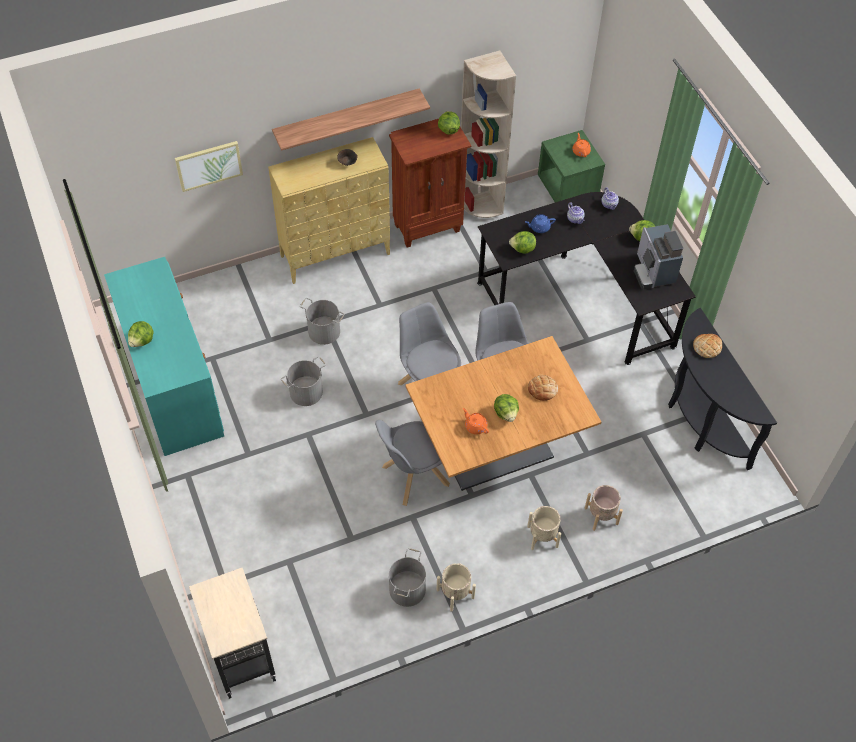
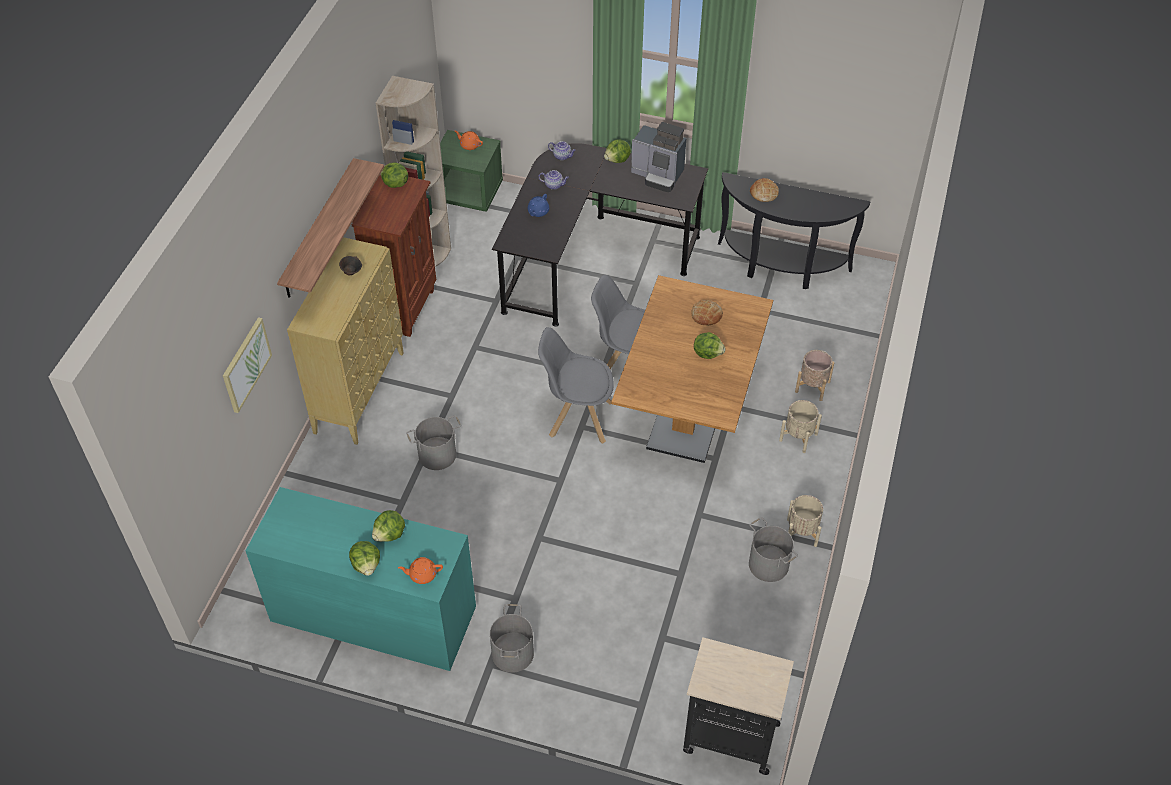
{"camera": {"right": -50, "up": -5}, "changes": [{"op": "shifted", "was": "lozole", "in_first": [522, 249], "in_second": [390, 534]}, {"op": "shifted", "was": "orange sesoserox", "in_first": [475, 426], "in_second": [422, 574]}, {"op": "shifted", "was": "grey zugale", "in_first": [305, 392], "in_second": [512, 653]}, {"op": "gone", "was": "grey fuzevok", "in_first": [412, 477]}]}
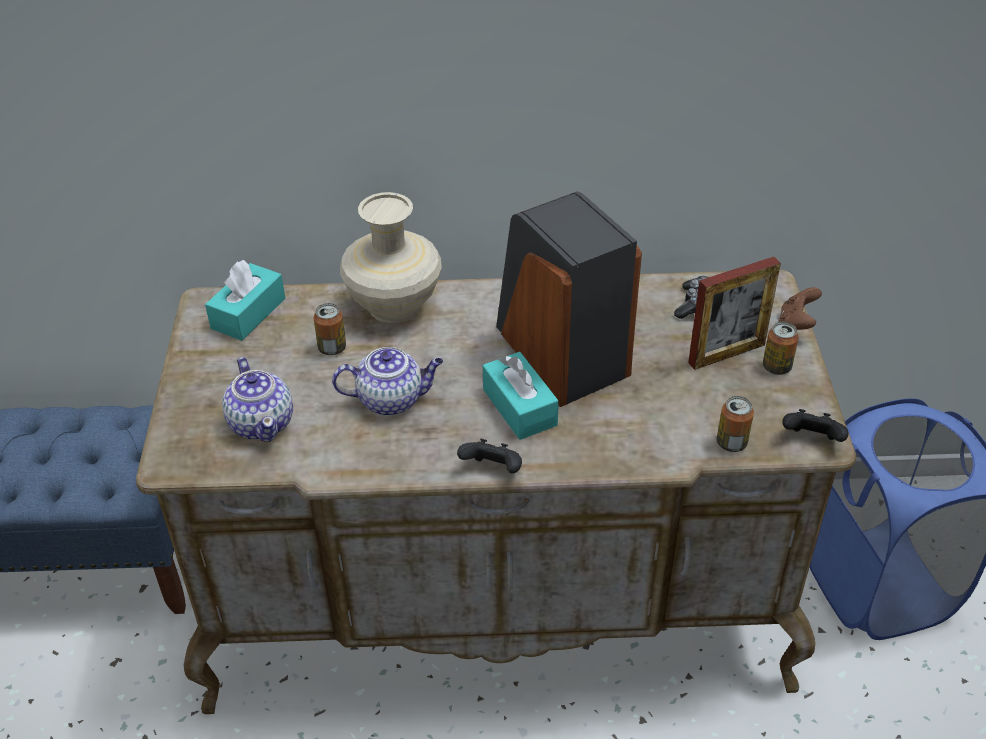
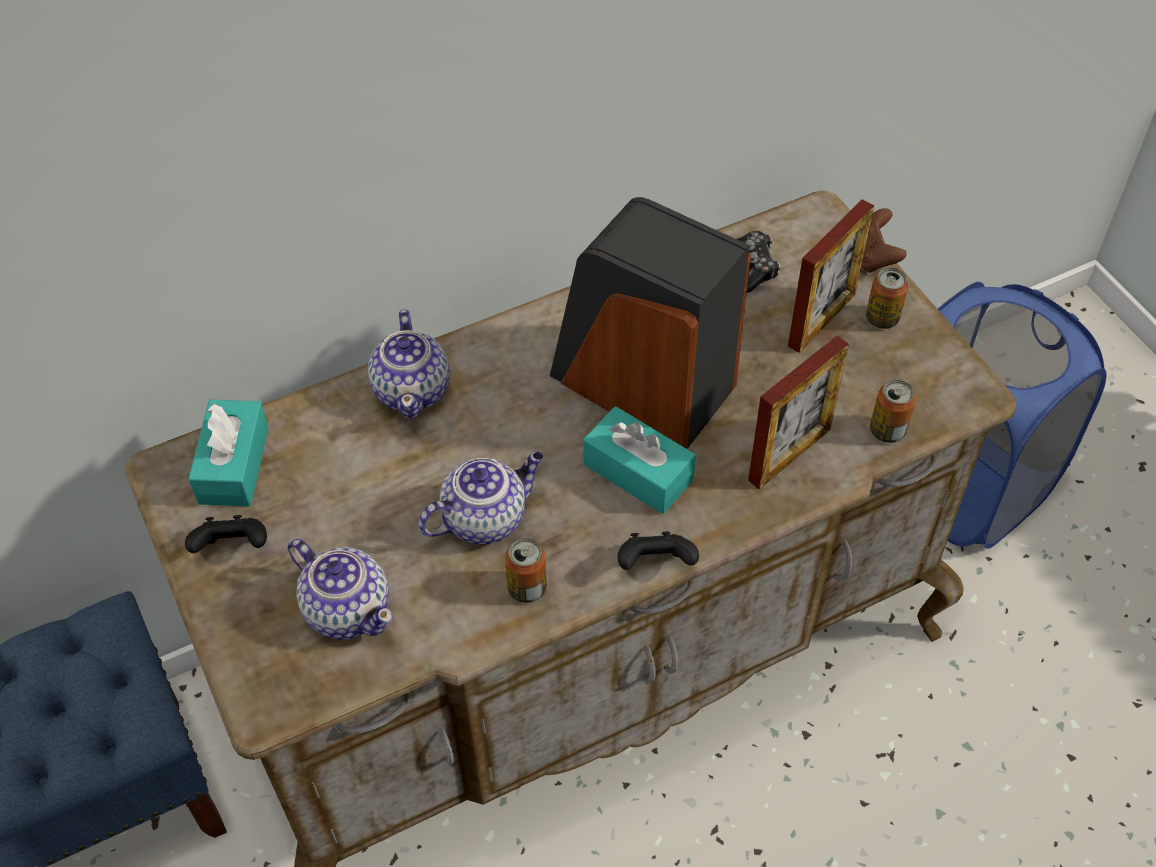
{"camera": {"right": -25, "up": 10}, "changes": [{"op": "shifted", "was": "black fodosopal", "in_first": [811, 440], "in_second": [233, 547]}, {"op": "swapped", "was": "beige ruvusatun", "now": "sesoserox", "in_first": [395, 306], "in_second": [413, 389]}, {"op": "shifted", "was": "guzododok", "in_first": [332, 348], "in_second": [527, 588]}, {"op": "new", "now": "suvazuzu", "in_second": [789, 454]}]}
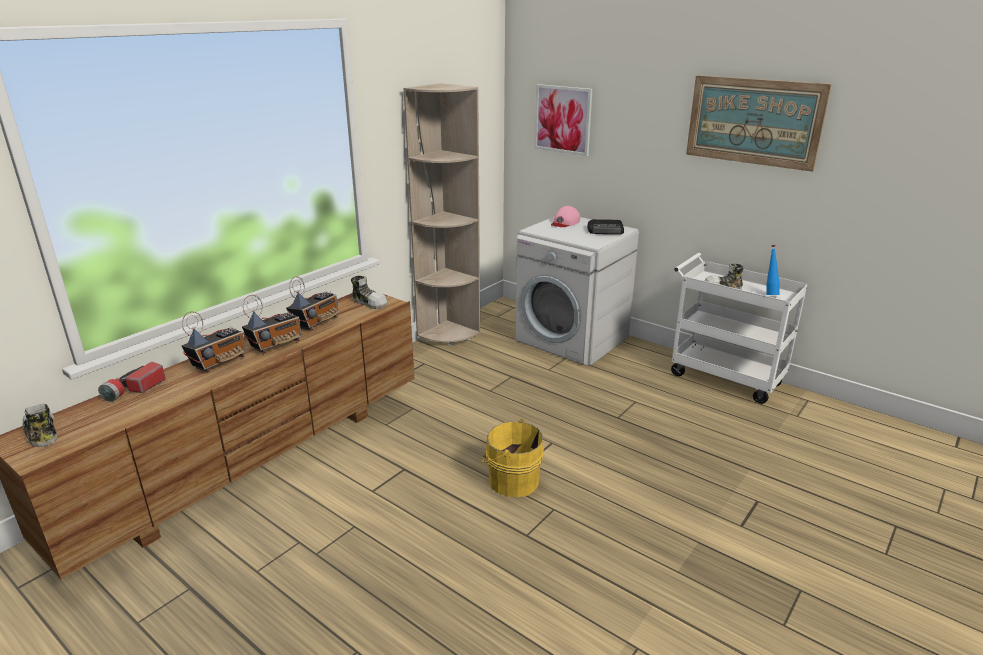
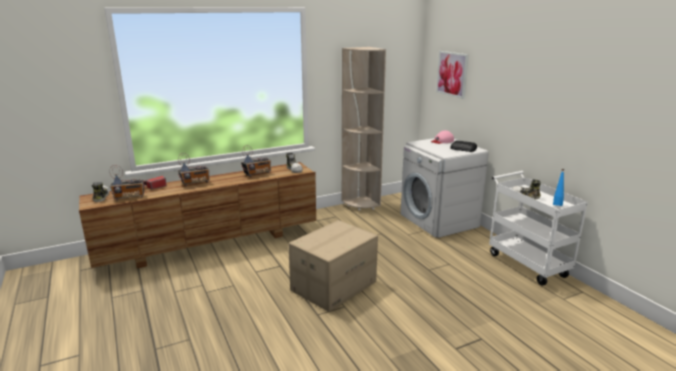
{"camera": {"right": 25, "up": -5}, "changes": [{"op": "shifted", "was": "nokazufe", "in_first": [276, 345], "in_second": [130, 198]}, {"op": "swapped", "was": "yellow zugale", "now": "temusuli", "in_first": [511, 480], "in_second": [333, 286]}, {"op": "gone", "was": "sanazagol", "in_first": [753, 121]}]}
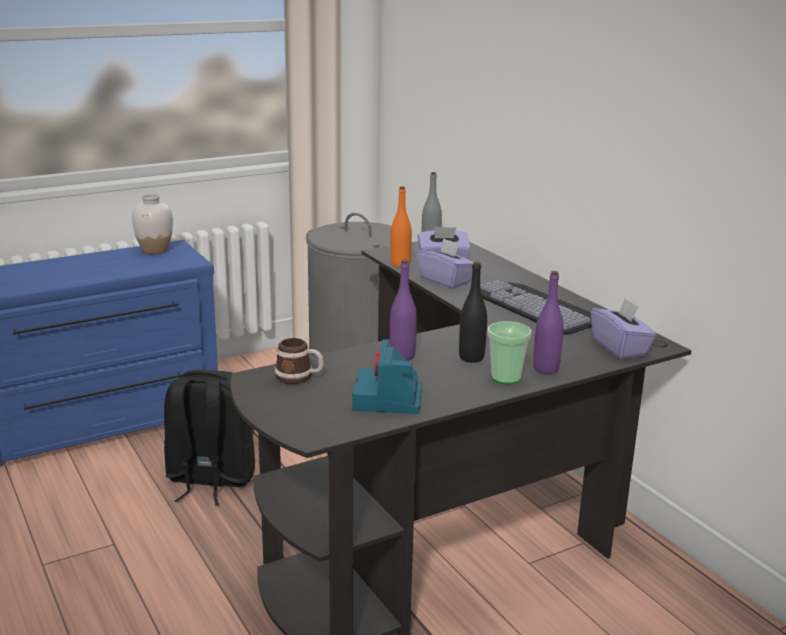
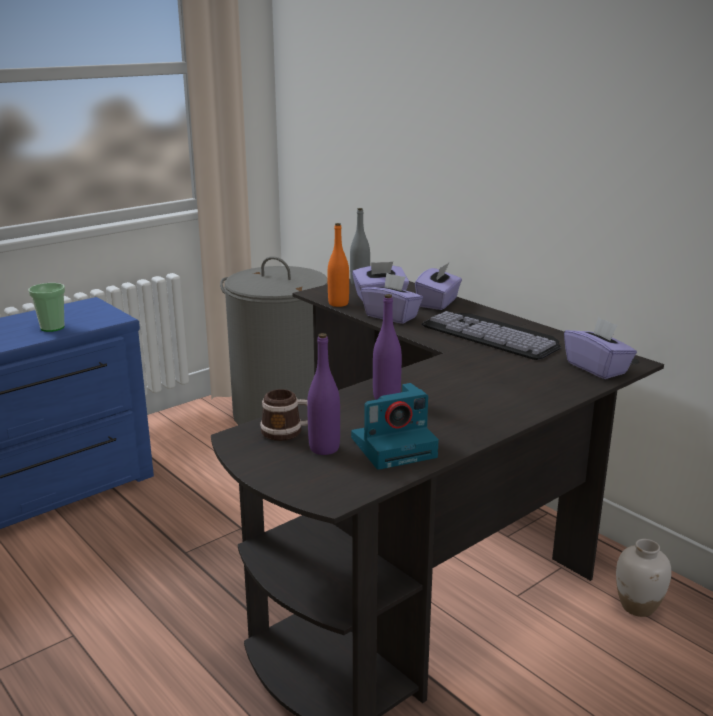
{"camera": {"right": -10, "up": 0}, "changes": [{"op": "shifted", "was": "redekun", "in_first": [506, 378], "in_second": [52, 327]}, {"op": "shifted", "was": "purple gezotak", "in_first": [546, 369], "in_second": [324, 448]}, {"op": "rotated", "was": "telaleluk", "in_first": [388, 399], "in_second": [395, 446], "clockwise": -105}, {"op": "new", "now": "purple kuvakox", "in_second": [438, 303]}, {"op": "shifted", "was": "white ruvusatun", "in_first": [155, 250], "in_second": [638, 606]}, {"op": "gone", "was": "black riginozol", "in_first": [210, 479]}, {"op": "gone", "was": "black gezotak", "in_first": [471, 357]}]}
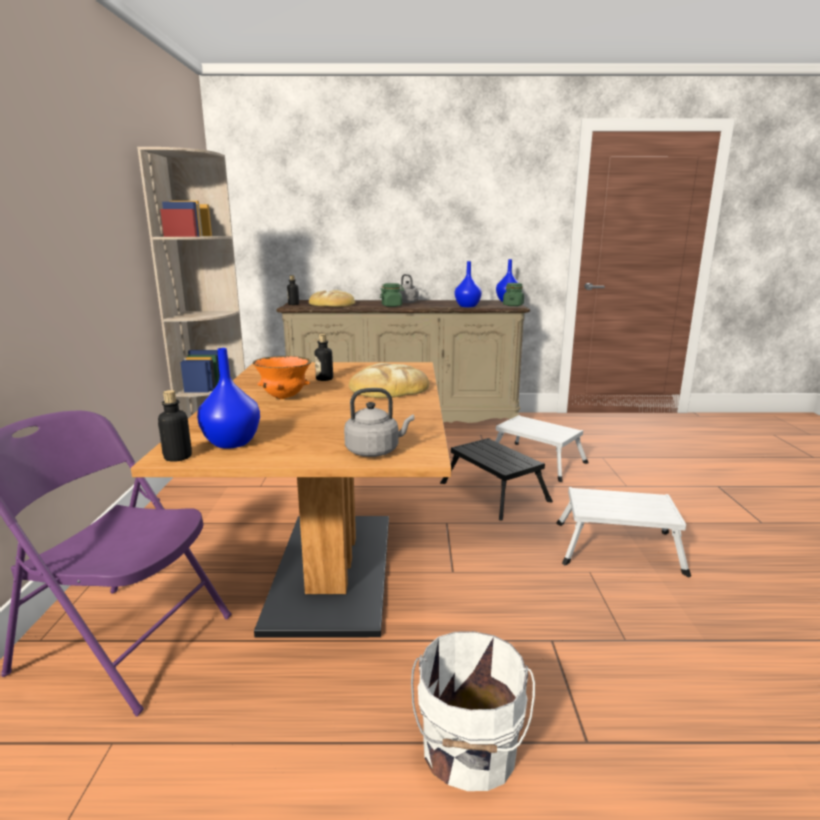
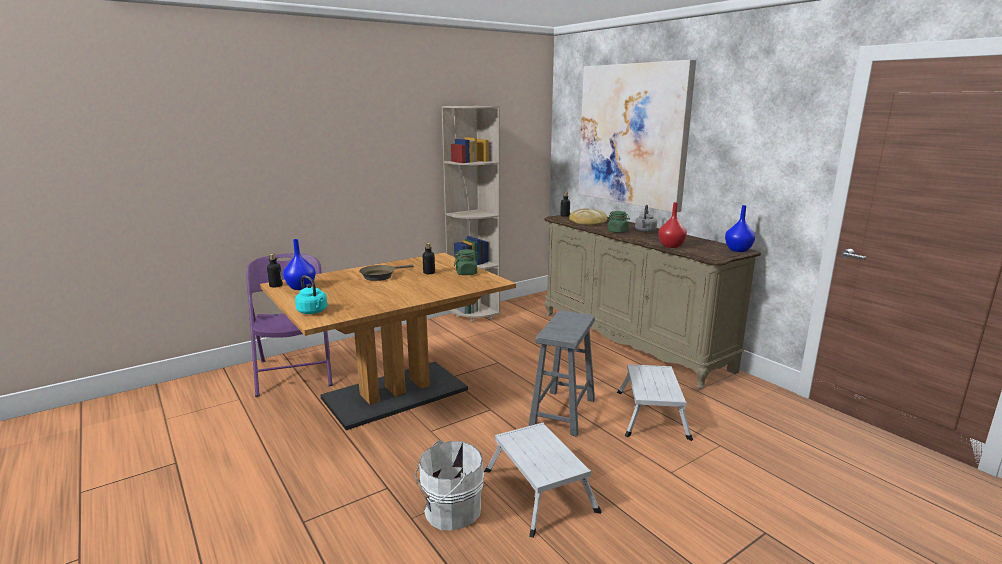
{"camera": {"right": 55, "up": 0}, "changes": [{"op": "repainted", "was": "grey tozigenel", "now": "turquoise tozigenel", "in_first": [375, 451], "in_second": [313, 312]}, {"op": "swapped", "was": "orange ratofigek", "now": "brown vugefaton", "in_first": [284, 398], "in_second": [380, 276]}, {"op": "shifted", "was": "white zugale", "in_first": [468, 751], "in_second": [449, 510]}, {"op": "shifted", "was": "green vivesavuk", "in_first": [513, 305], "in_second": [466, 273]}, {"op": "swapped", "was": "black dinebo", "now": "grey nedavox", "in_first": [493, 491], "in_second": [562, 412]}, {"op": "new", "now": "sanazagol", "in_second": [633, 135]}, {"op": "repainted", "was": "blue ruvusatun", "now": "red ruvusatun", "in_first": [467, 306], "in_second": [671, 246]}, {"op": "gone", "was": "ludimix", "in_first": [388, 388]}]}
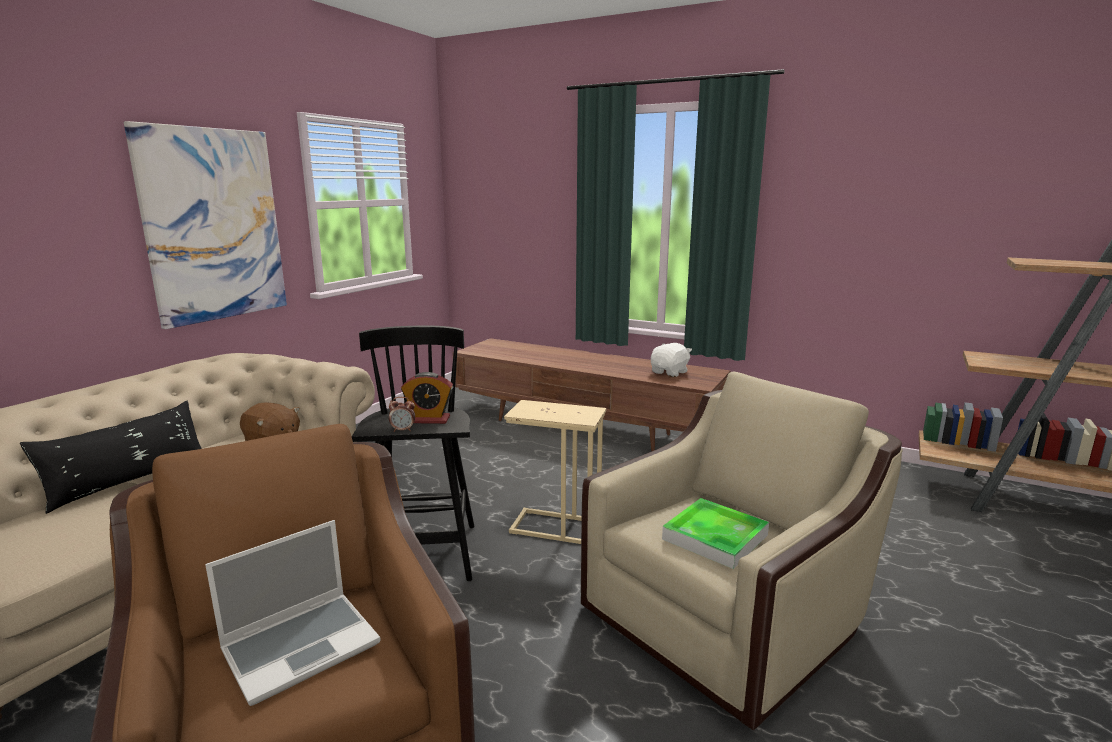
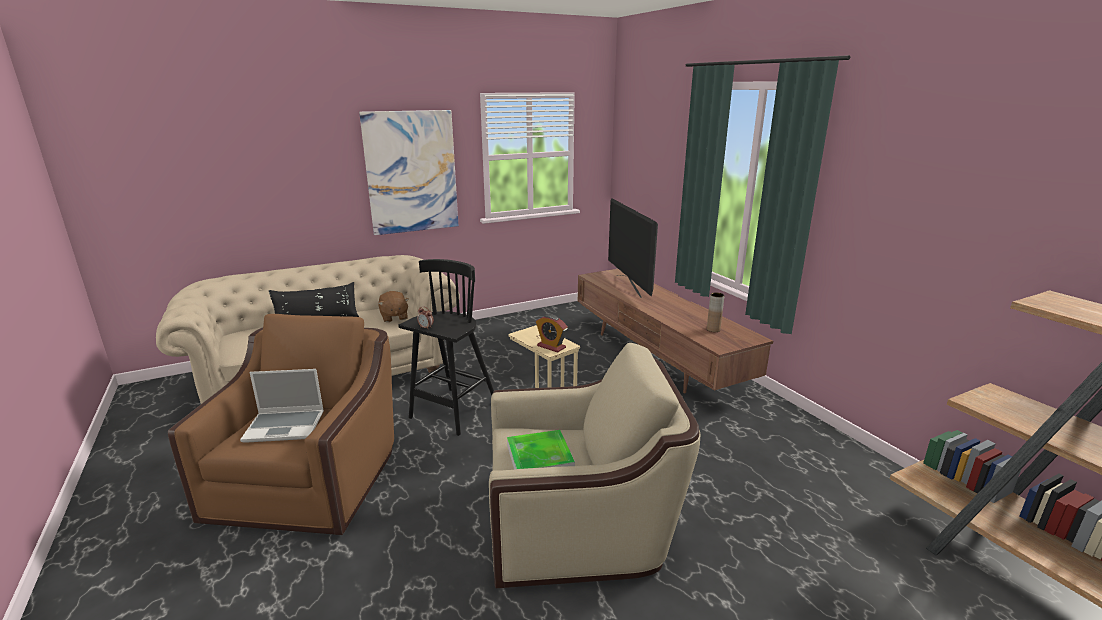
{"camera": {"right": 35, "up": 5}, "changes": [{"op": "shifted", "was": "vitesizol", "in_first": [429, 419], "in_second": [551, 346]}, {"op": "new", "now": "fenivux", "in_second": [628, 285]}, {"op": "swapped", "was": "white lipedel", "now": "brown ruvusatun", "in_first": [670, 372], "in_second": [713, 329]}]}
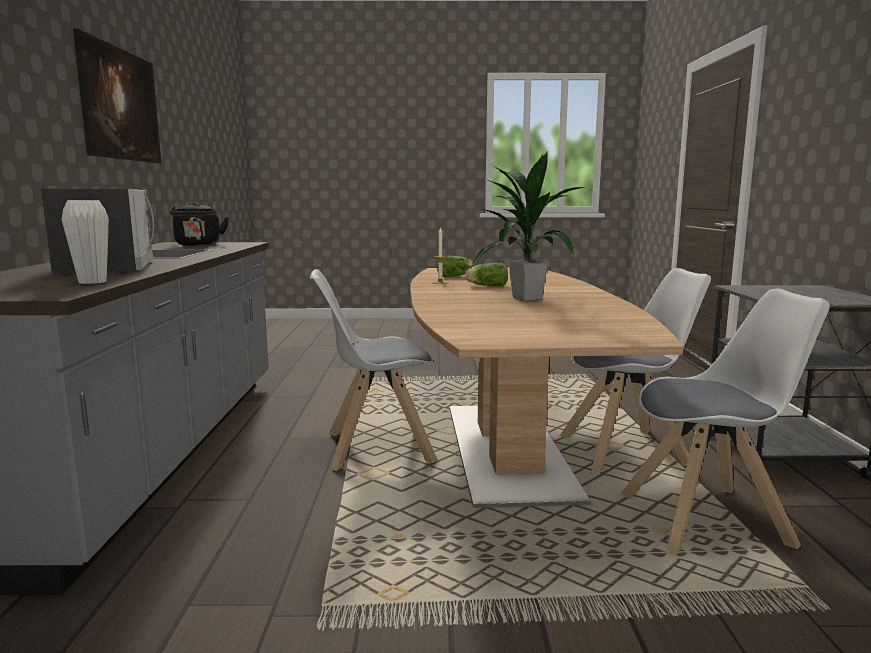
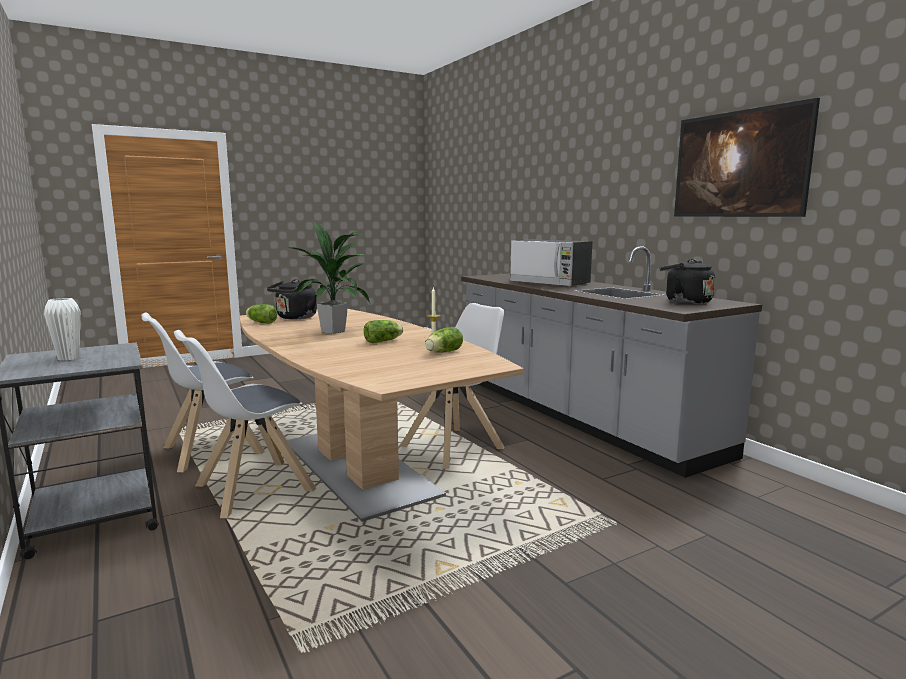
{"camera": {"right": 150, "up": 0}, "changes": [{"op": "shifted", "was": "white ruvusatun", "in_first": [92, 282], "in_second": [68, 358]}, {"op": "new", "now": "lozole", "in_second": [261, 322]}, {"op": "new", "now": "black tozigenel", "in_second": [295, 318]}]}
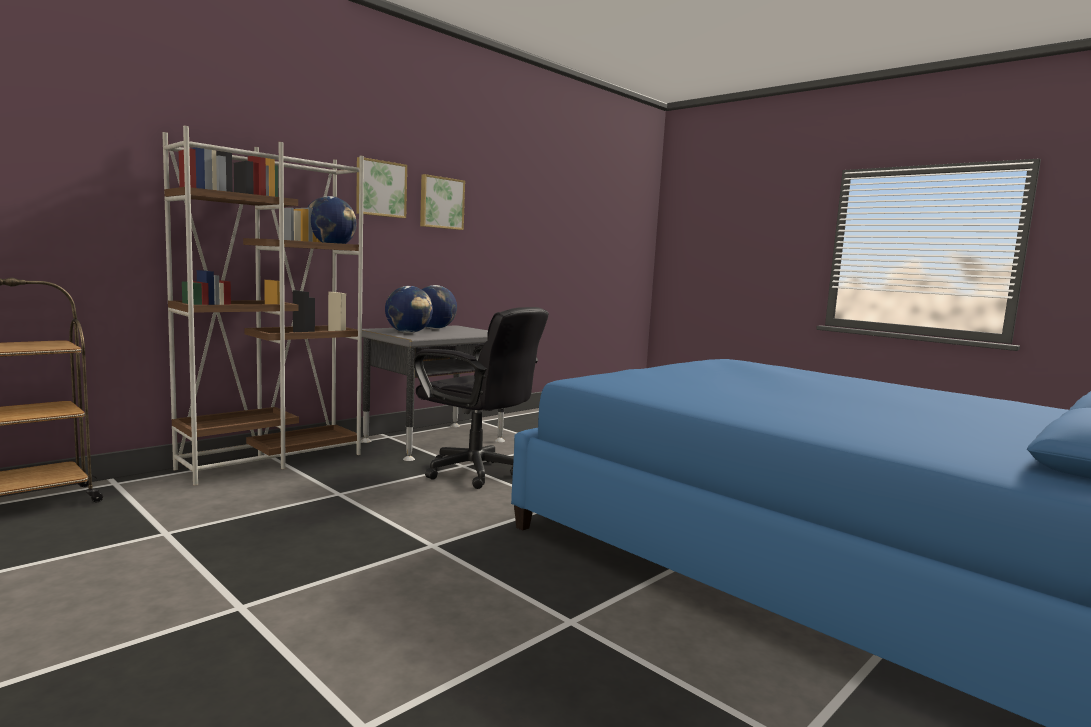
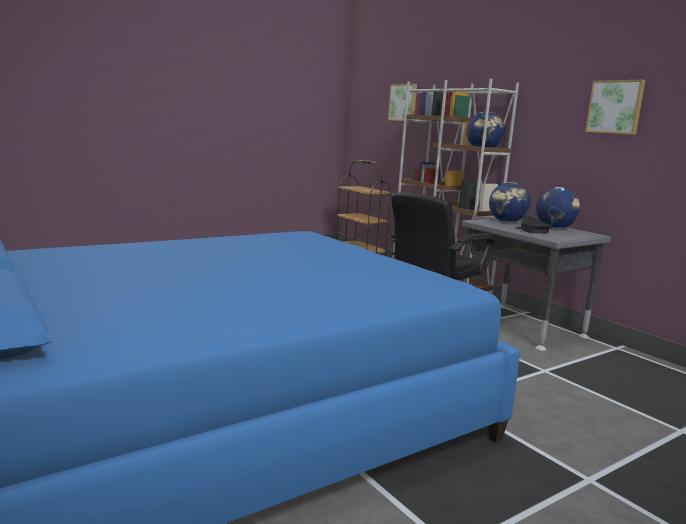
{"camera": {"right": 100, "up": 5}, "changes": [{"op": "shifted", "was": "sanazagol", "in_first": [380, 188], "in_second": [403, 102]}, {"op": "new", "now": "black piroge", "in_second": [531, 231]}]}
